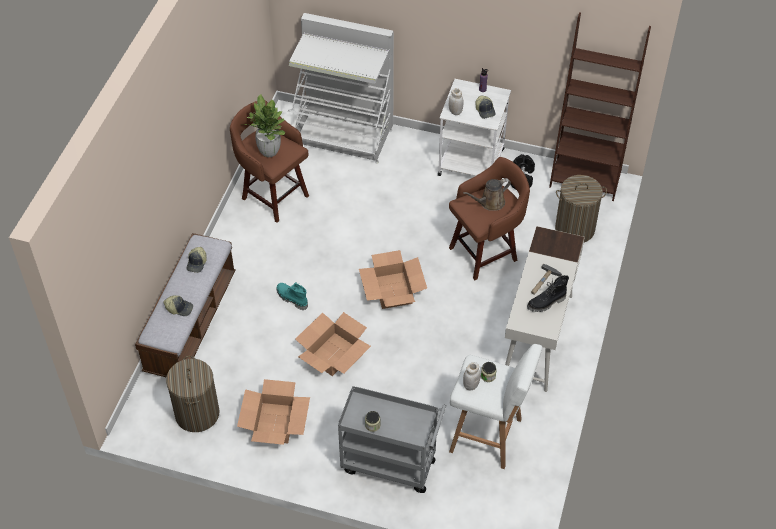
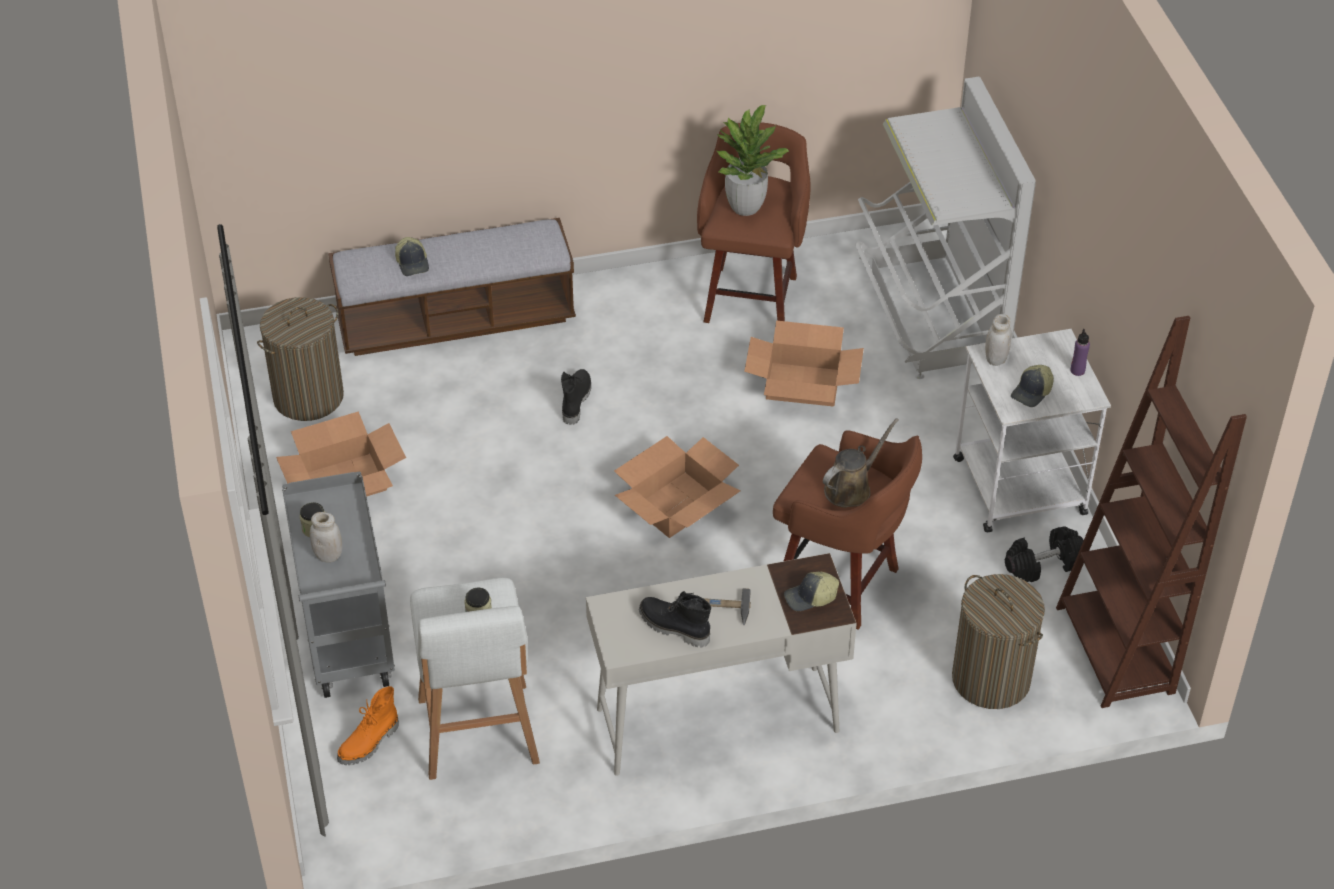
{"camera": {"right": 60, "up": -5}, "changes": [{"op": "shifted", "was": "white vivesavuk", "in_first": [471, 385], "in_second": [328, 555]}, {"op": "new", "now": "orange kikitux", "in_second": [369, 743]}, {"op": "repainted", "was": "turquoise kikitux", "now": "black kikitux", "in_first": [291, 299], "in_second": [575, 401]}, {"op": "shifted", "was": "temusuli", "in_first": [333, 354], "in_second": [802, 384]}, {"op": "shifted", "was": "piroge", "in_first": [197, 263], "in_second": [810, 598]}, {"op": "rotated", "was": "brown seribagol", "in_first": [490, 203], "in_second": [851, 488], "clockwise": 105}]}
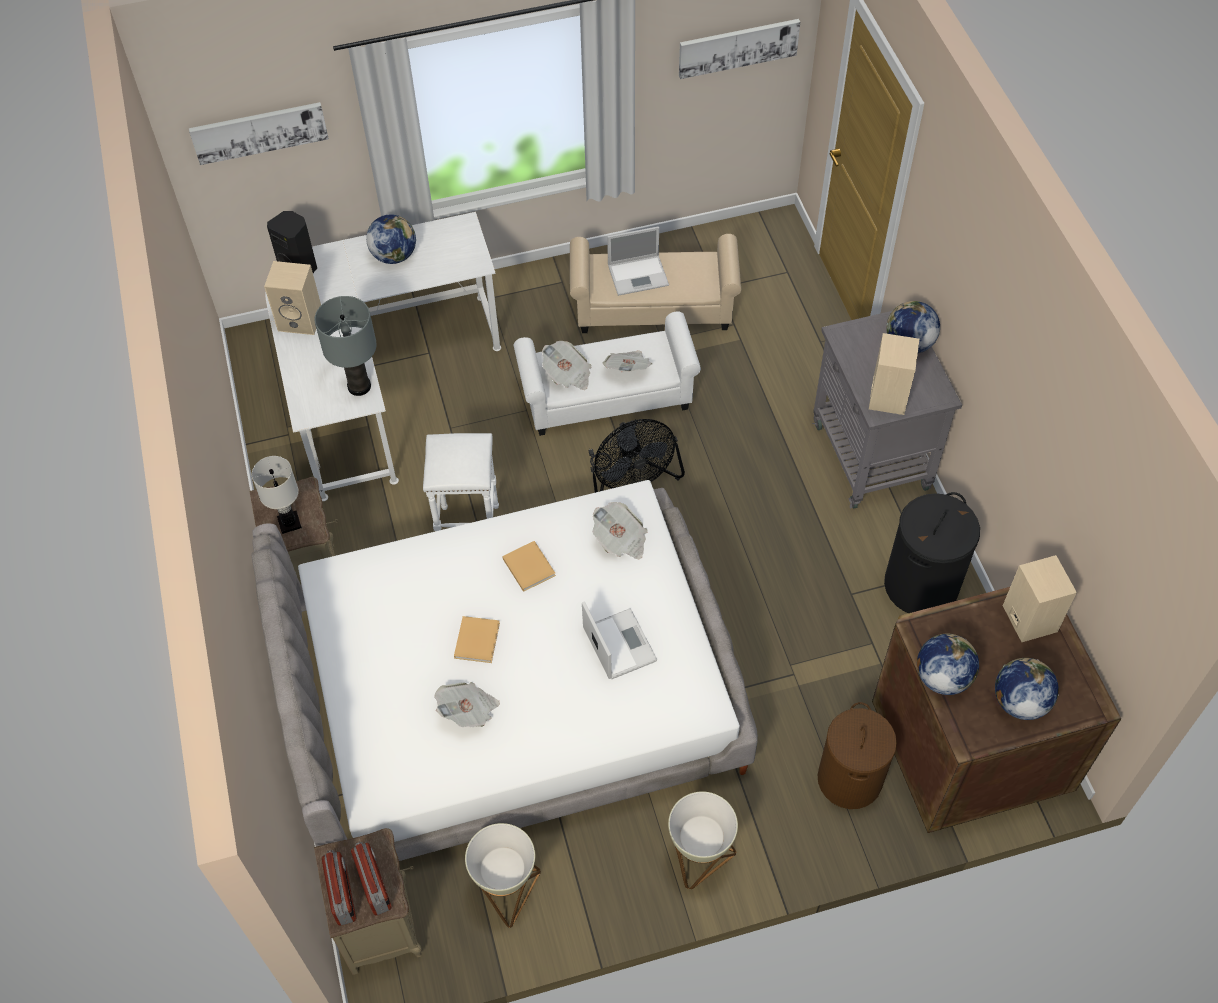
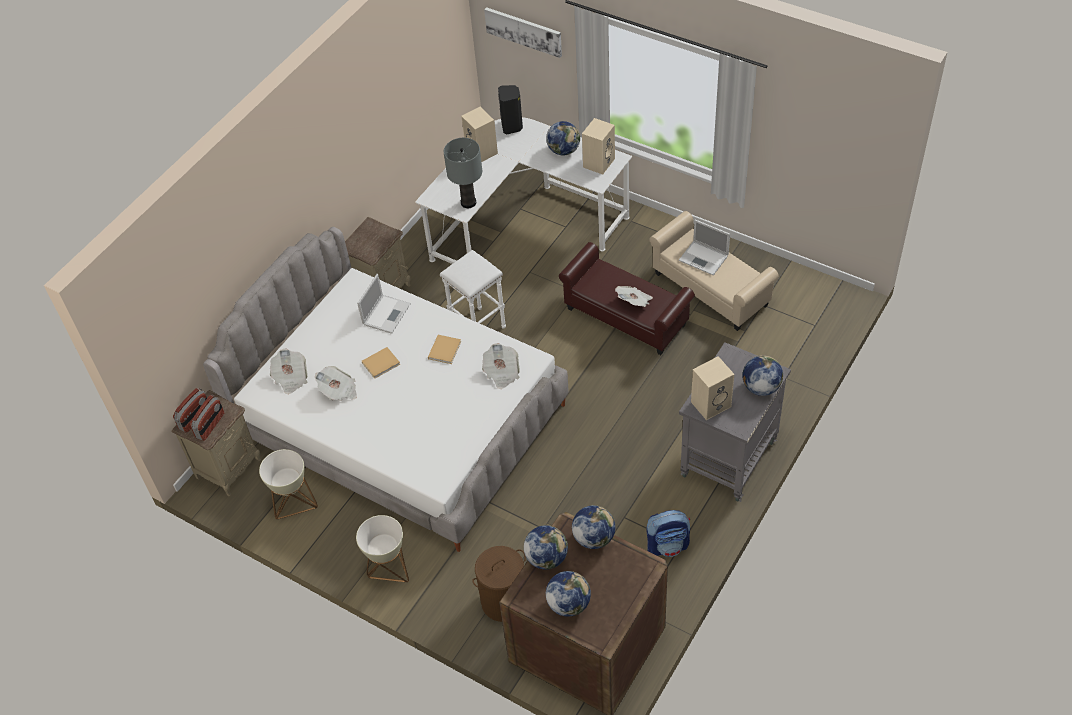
{"camera": {"right": 50, "up": -5}, "changes": [{"op": "shifted", "was": "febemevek", "in_first": [568, 375], "in_second": [290, 378]}, {"op": "shifted", "was": "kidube", "in_first": [618, 643], "in_second": [386, 313]}, {"op": "repainted", "was": "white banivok", "now": "brown banivok", "in_first": [607, 398], "in_second": [626, 317]}, {"op": "new", "now": "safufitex", "in_second": [593, 538]}, {"op": "shifted", "was": "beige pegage", "in_first": [1028, 618], "in_second": [598, 162]}, {"op": "swapped", "was": "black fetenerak", "now": "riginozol", "in_first": [921, 585], "in_second": [668, 545]}, {"op": "gone", "was": "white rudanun", "in_first": [289, 523]}, {"op": "gone", "was": "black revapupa", "in_first": [627, 481]}, {"op": "gone", "was": "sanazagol", "in_first": [738, 47]}]}
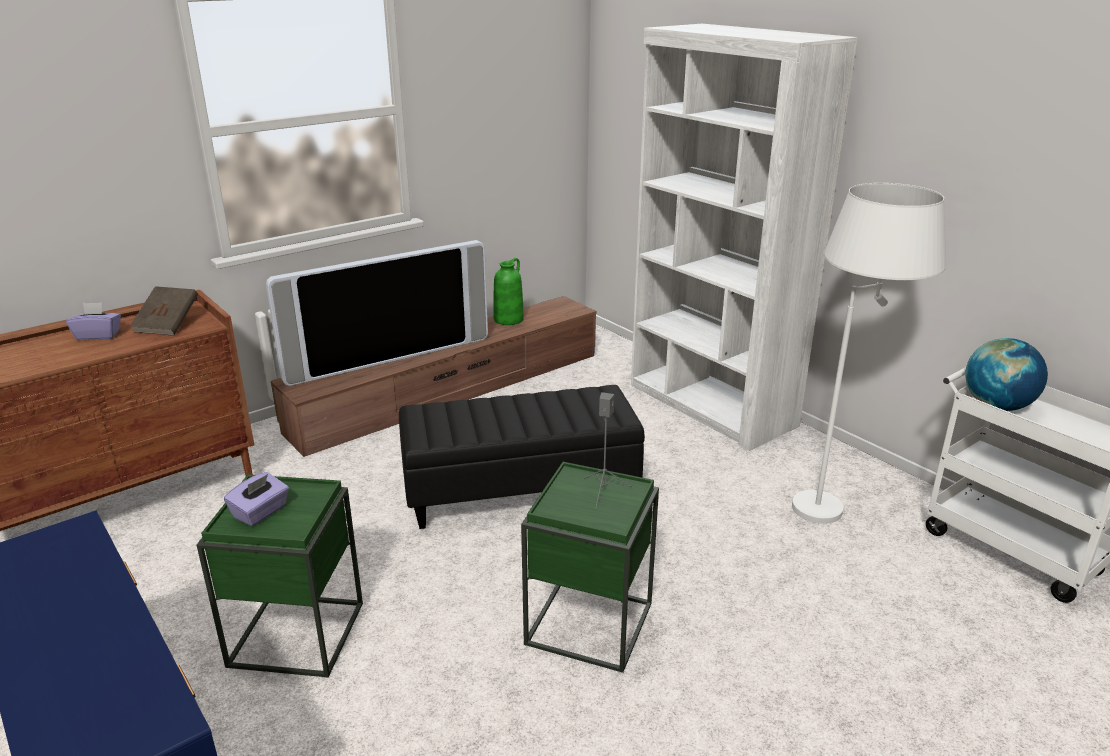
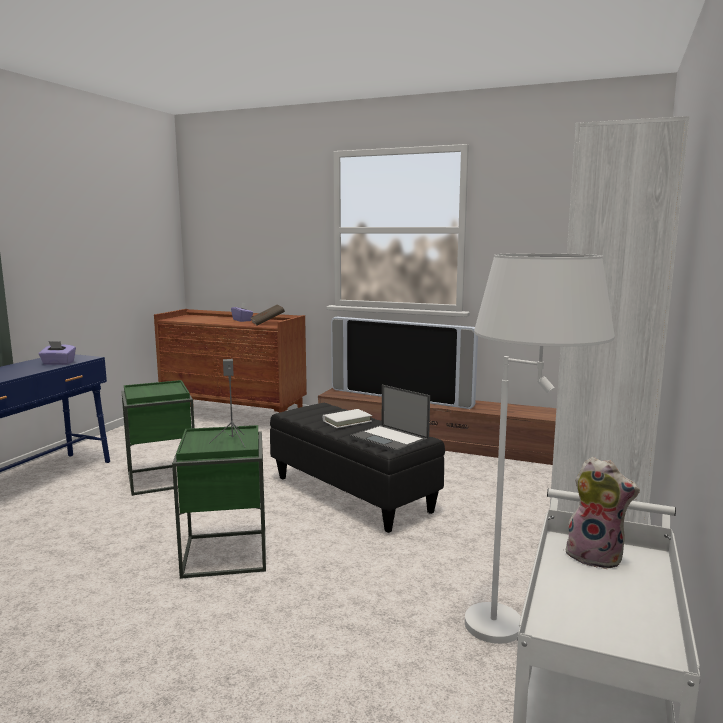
{"camera": {"right": 60, "up": -15}, "changes": [{"op": "shifted", "was": "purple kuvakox", "in_first": [260, 512], "in_second": [58, 363]}, {"op": "new", "now": "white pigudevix", "in_second": [347, 421]}, {"op": "new", "now": "kidube", "in_second": [390, 439]}, {"op": "swapped", "was": "safufitex", "now": "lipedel", "in_first": [997, 406], "in_second": [596, 556]}, {"op": "gone", "was": "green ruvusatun", "in_first": [508, 319]}]}
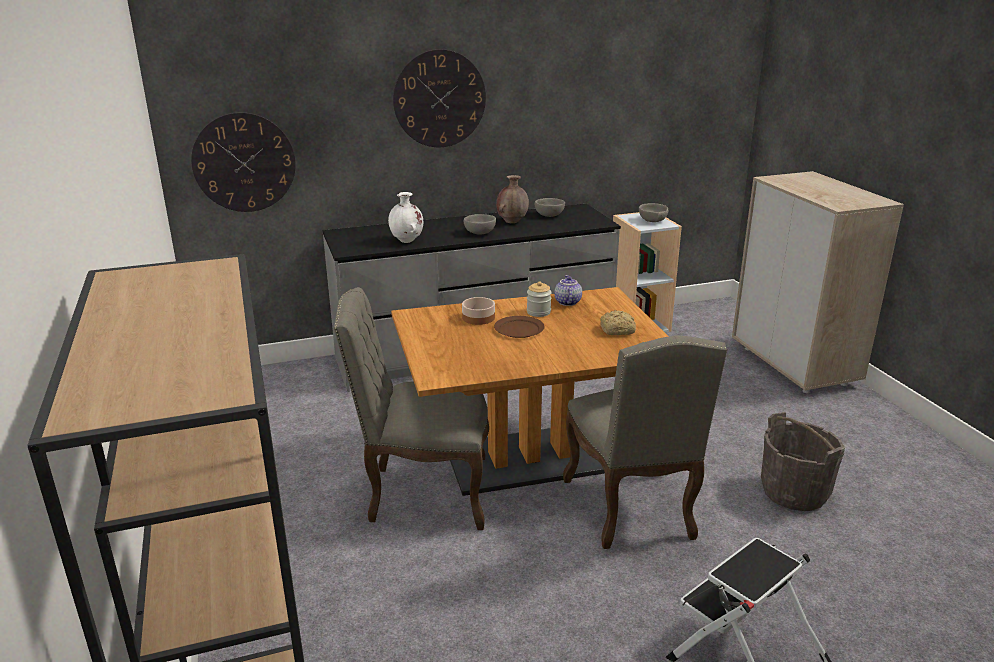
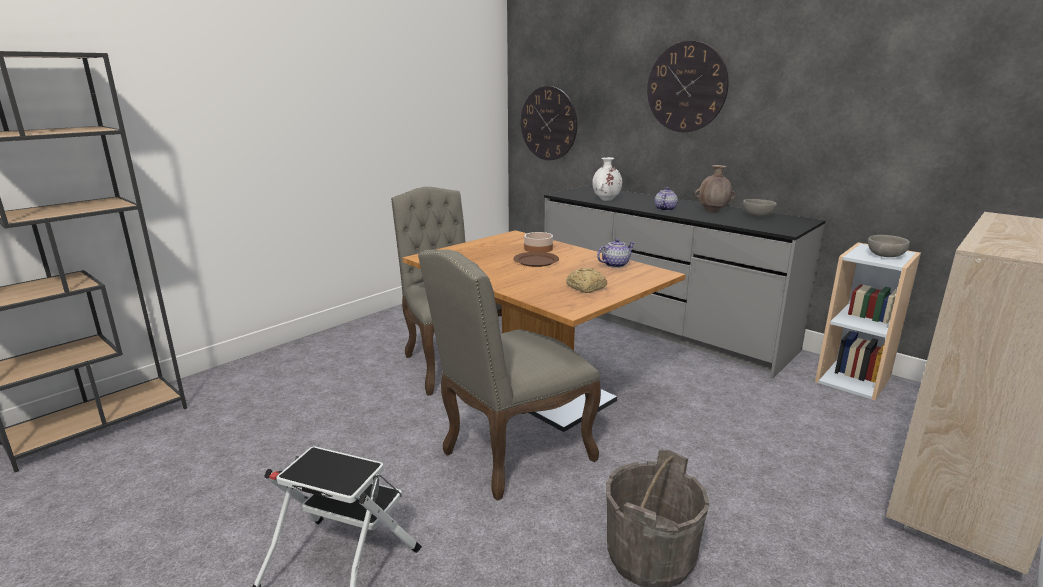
{"camera": {"right": 60, "up": -5}, "changes": [{"op": "swapped", "was": "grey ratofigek", "now": "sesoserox", "in_first": [479, 233], "in_second": [664, 209]}, {"op": "gone", "was": "vivesavuk", "in_first": [538, 312]}]}
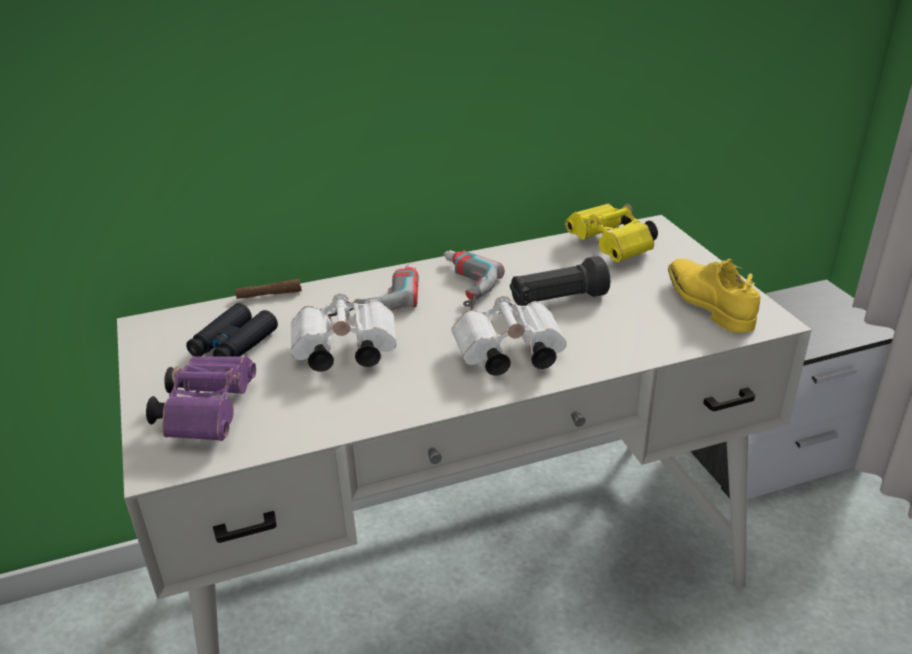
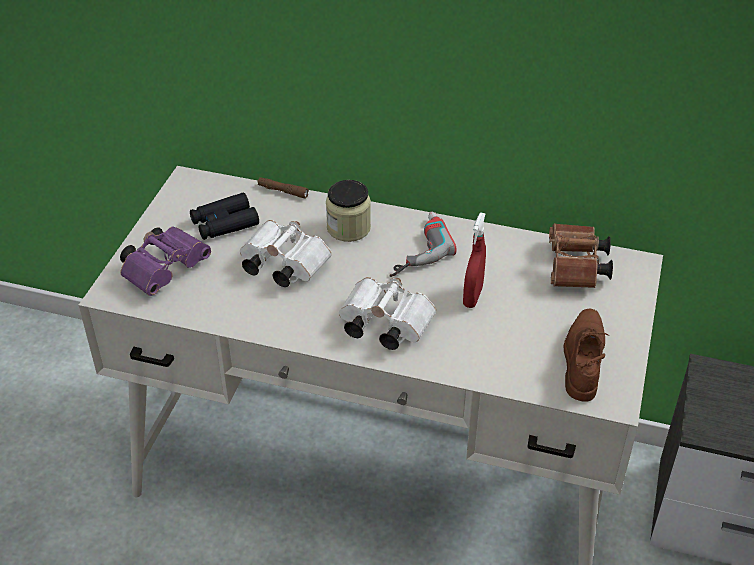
{"camera": {"right": 35, "up": 10}, "changes": [{"op": "swapped", "was": "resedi", "now": "vivesavuk", "in_first": [375, 297], "in_second": [348, 228]}, {"op": "swapped", "was": "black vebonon", "now": "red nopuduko", "in_first": [557, 300], "in_second": [472, 296]}, {"op": "repainted", "was": "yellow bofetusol", "now": "brown bofetusol", "in_first": [613, 248], "in_second": [575, 269]}, {"op": "repainted", "was": "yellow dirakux", "now": "brown dirakux", "in_first": [707, 304], "in_second": [583, 360]}]}
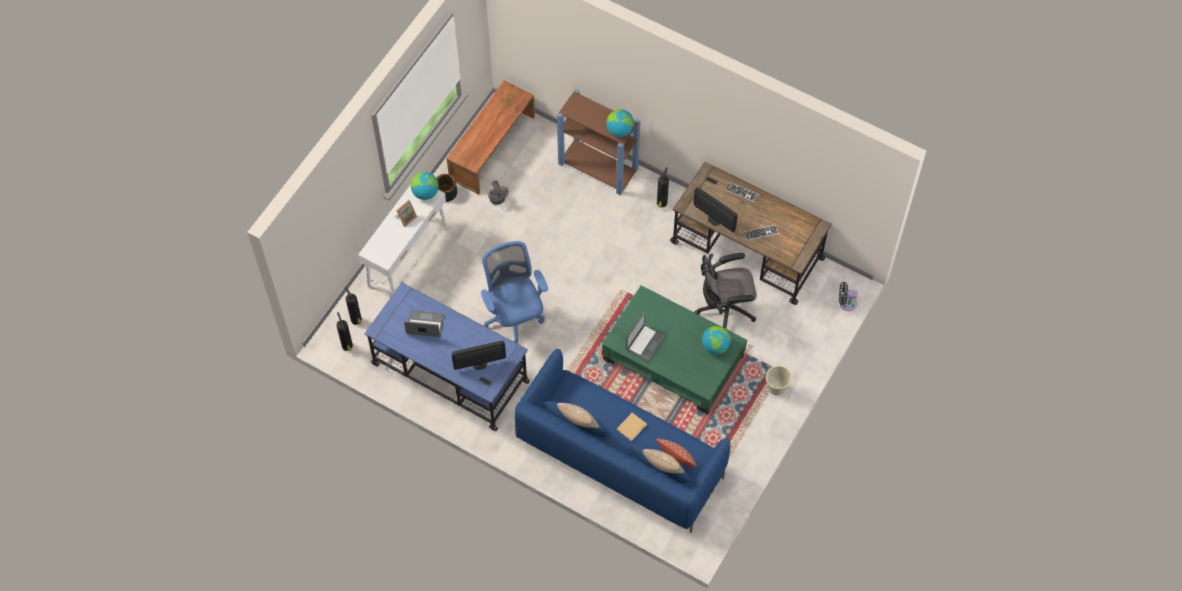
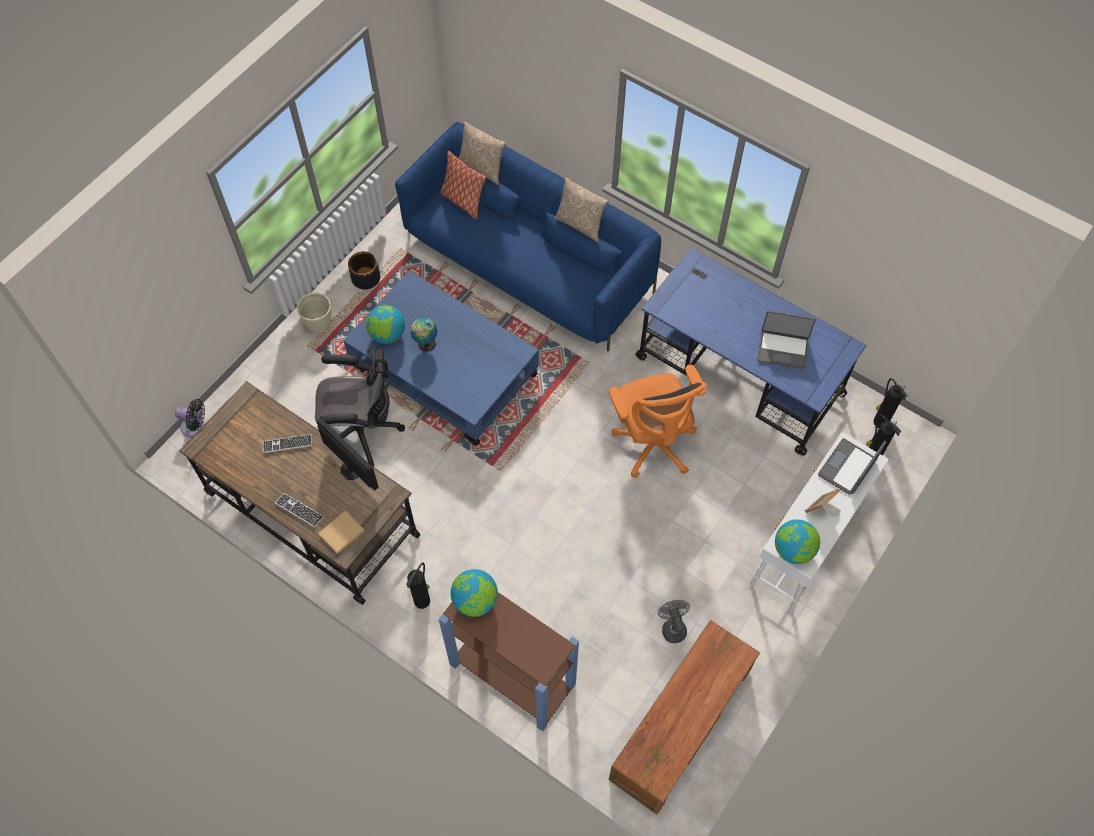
{"camera": {"right": -175, "up": 0}, "changes": [{"op": "shifted", "was": "beige pigudevix", "in_first": [632, 426], "in_second": [340, 533]}, {"op": "repainted", "was": "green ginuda", "now": "blue ginuda", "in_first": [672, 359], "in_second": [445, 371]}, {"op": "shifted", "was": "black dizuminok", "in_first": [446, 193], "in_second": [366, 278]}, {"op": "new", "now": "safufitex", "in_second": [425, 344]}, {"op": "repainted", "was": "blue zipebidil", "now": "orange zipebidil", "in_first": [515, 319], "in_second": [651, 440]}, {"op": "shifted", "was": "kidube", "in_first": [645, 342], "in_second": [848, 468]}, {"op": "gone", "was": "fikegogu", "in_first": [479, 363]}]}
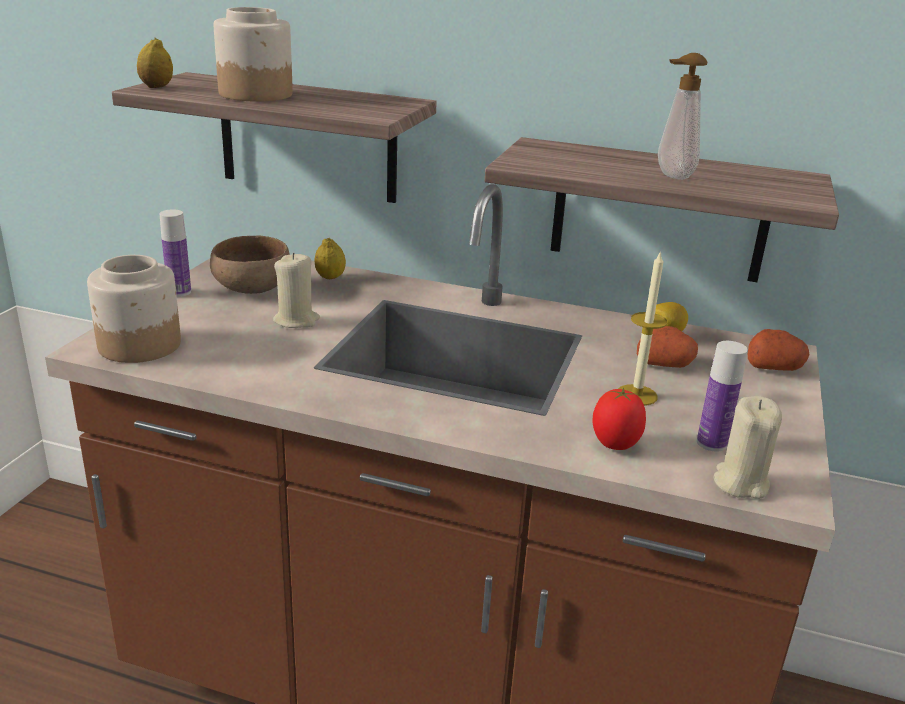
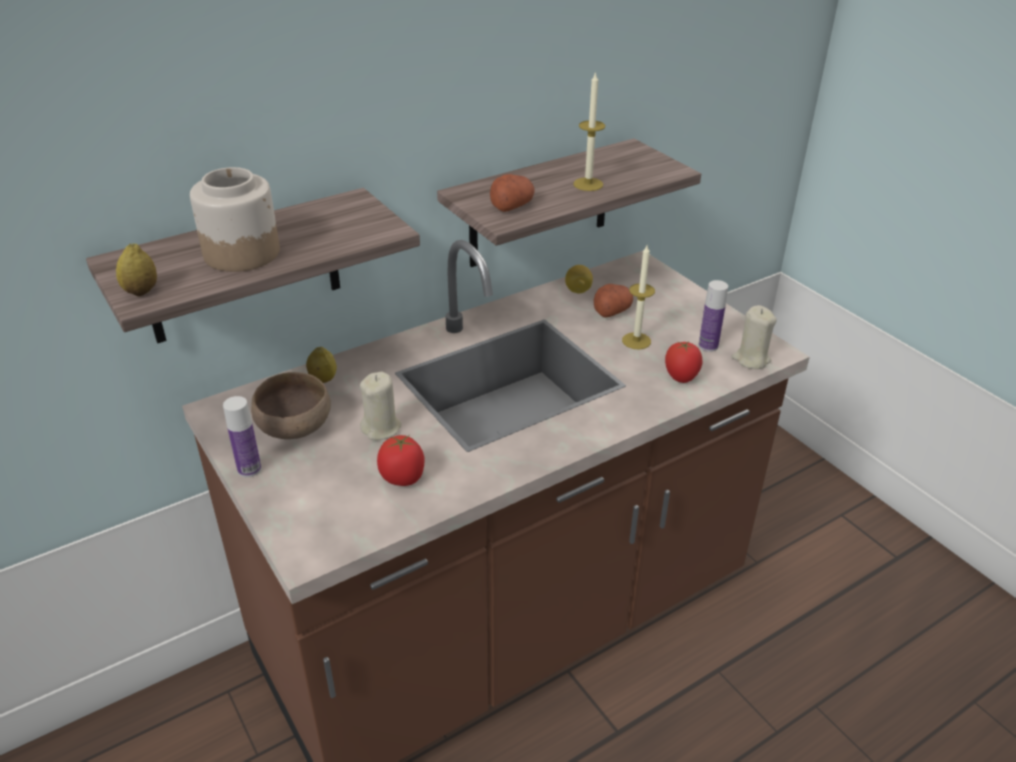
{"camera": {"right": -50, "up": 10}, "changes": [{"op": "new", "now": "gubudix", "in_second": [403, 478]}, {"op": "shifted", "was": "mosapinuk", "in_first": [774, 367], "in_second": [511, 205]}, {"op": "swapped", "was": "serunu", "now": "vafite", "in_first": [671, 176], "in_second": [588, 184]}, {"op": "gone", "was": "vivesavuk", "in_first": [139, 345]}]}
